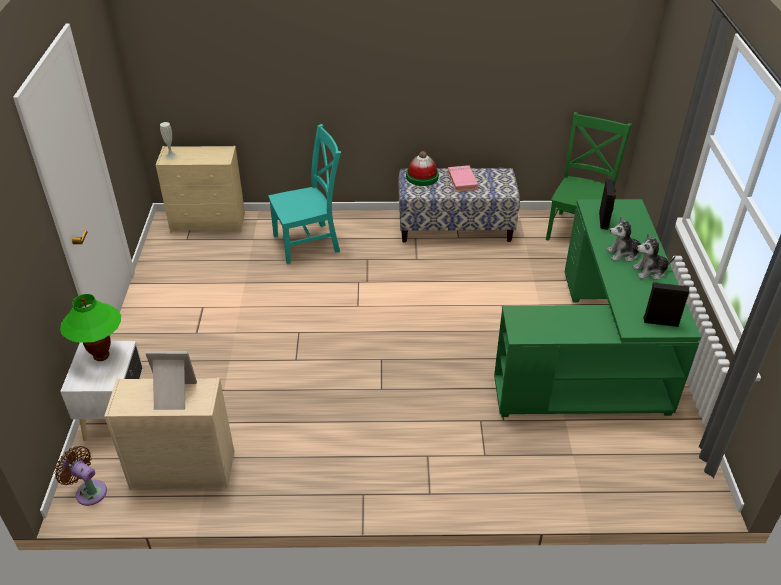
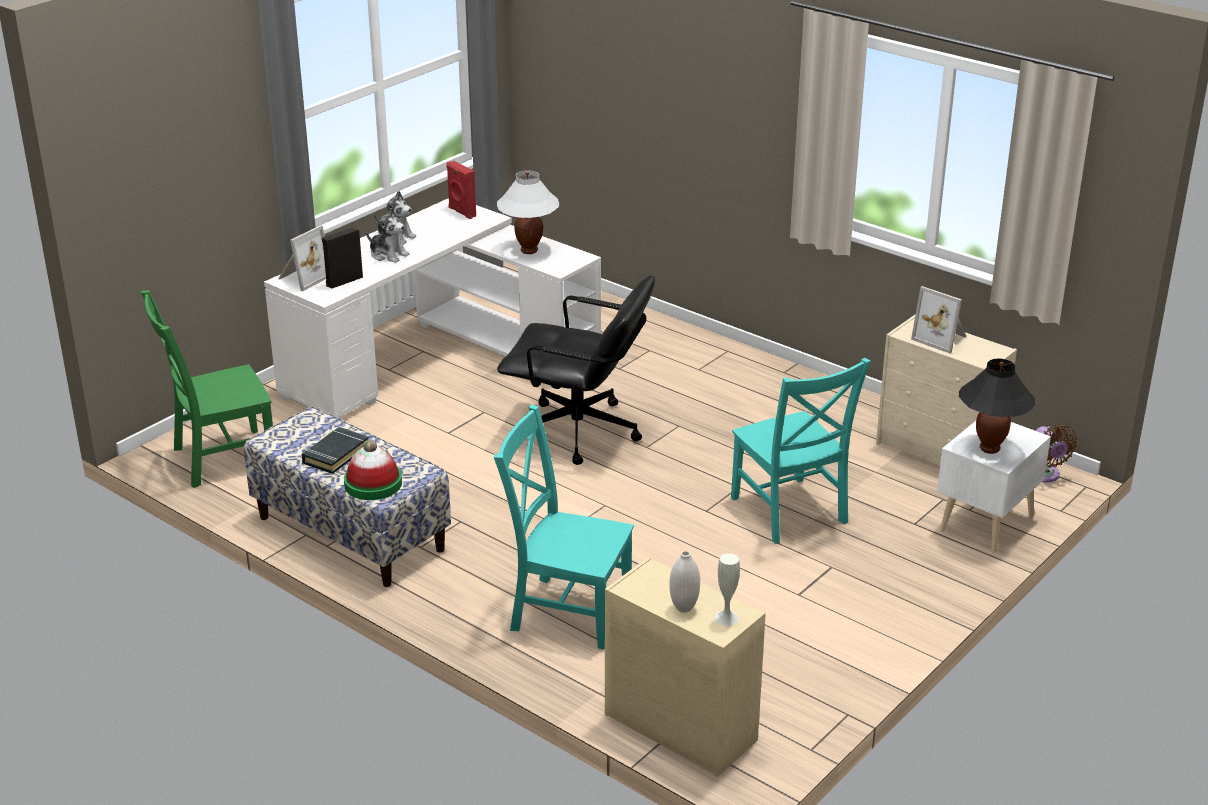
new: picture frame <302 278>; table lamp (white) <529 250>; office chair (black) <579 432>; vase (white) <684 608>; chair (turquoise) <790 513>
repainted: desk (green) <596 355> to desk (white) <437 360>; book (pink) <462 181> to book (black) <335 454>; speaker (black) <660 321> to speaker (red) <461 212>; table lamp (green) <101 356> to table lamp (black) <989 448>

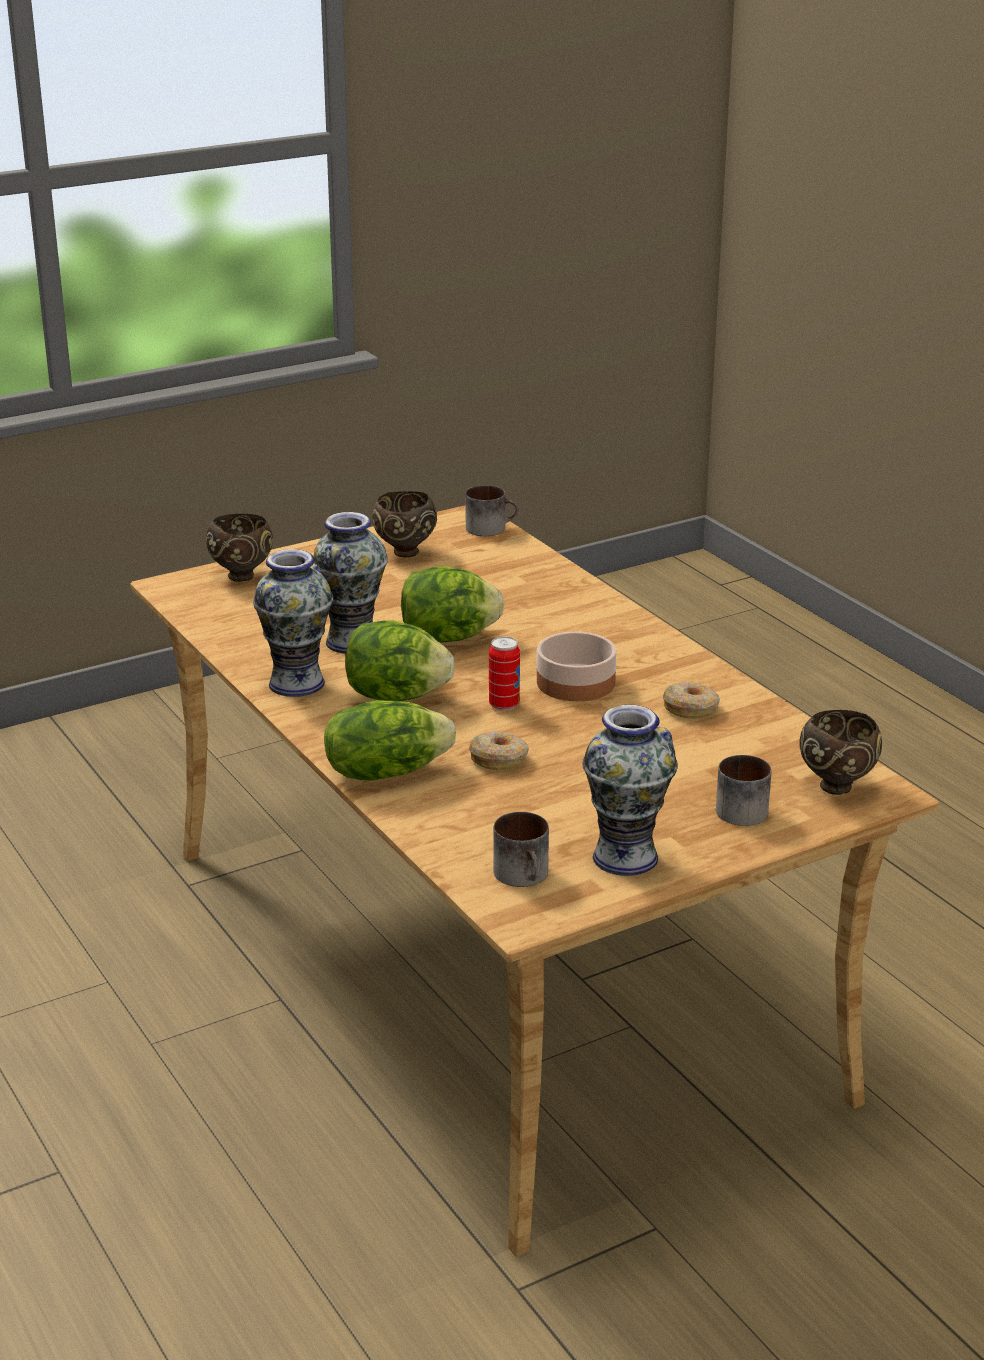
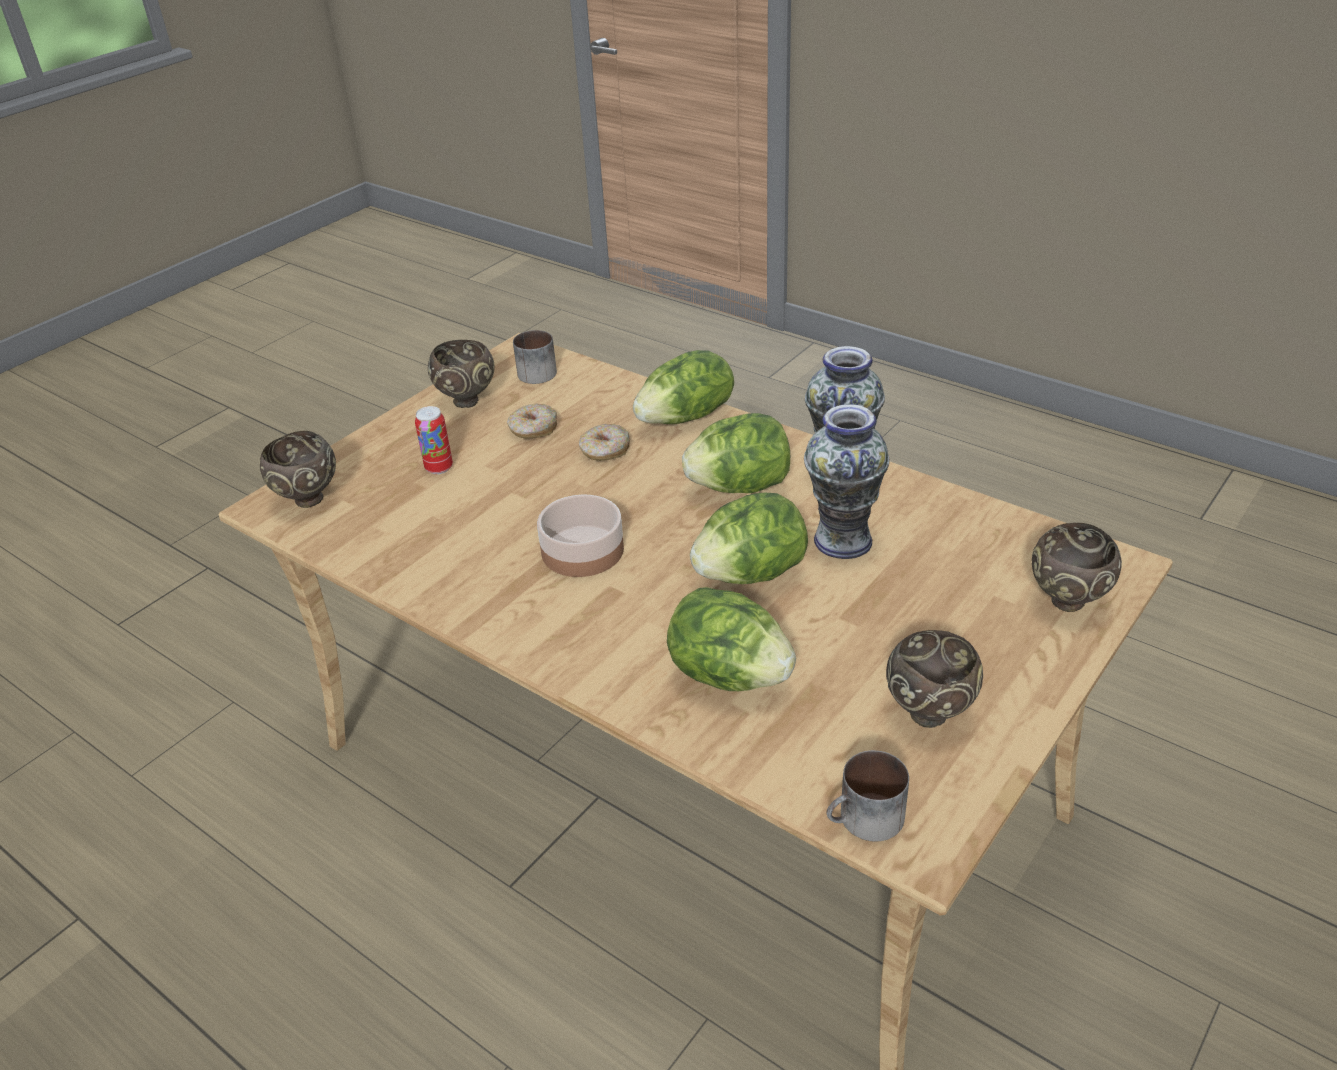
gone: mug <737 808>
new: lettuce <729 675>
shifted: can <504 705> to <439 468>; donut <691 708> to <533 429>
swapped: vase <625 857> to bowl (brown) <468 401>

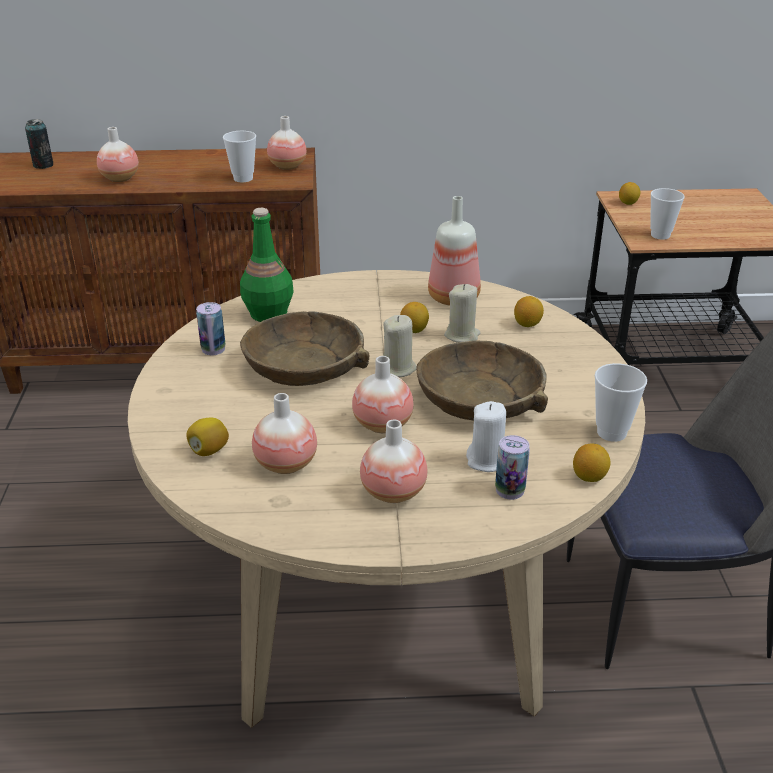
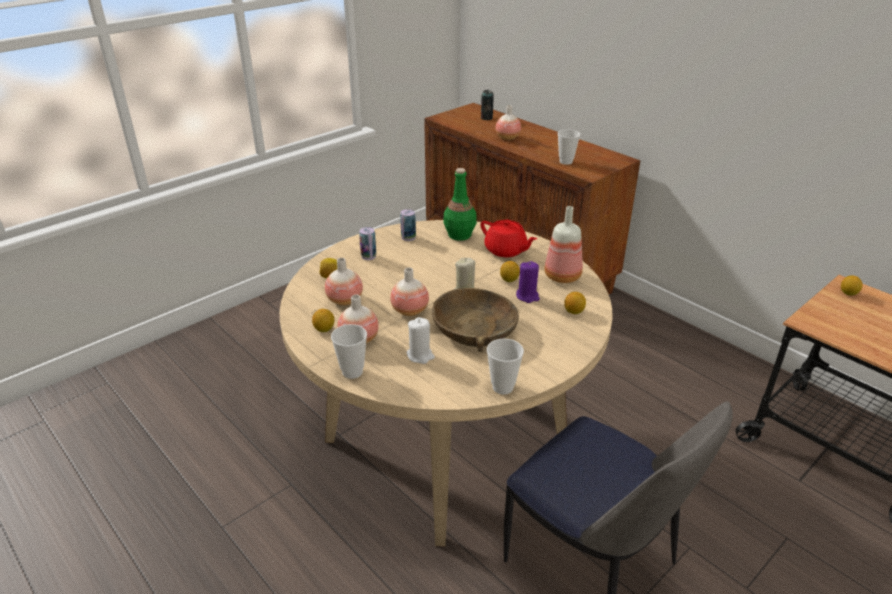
gone: bowl (brown) <305 365>; vase <287 166>
new: teapot (red) <506 250>
shifted: lemon <589 477> to <324 329>; cup <660 235> to <352 372>; can <510 490> to <368 256>
repainted: candle (beige) <462 335> to candle (purple) <527 296>

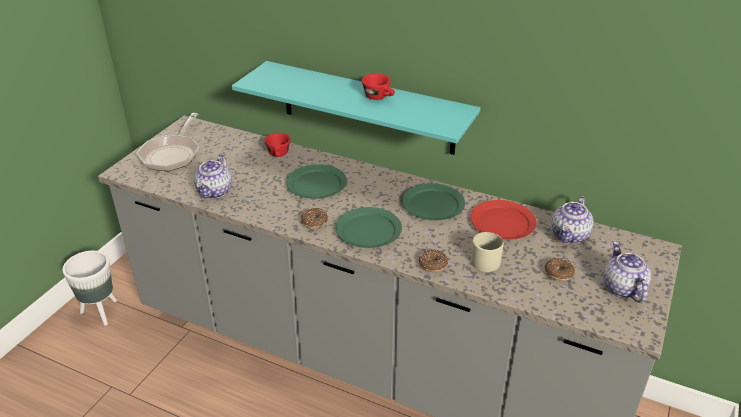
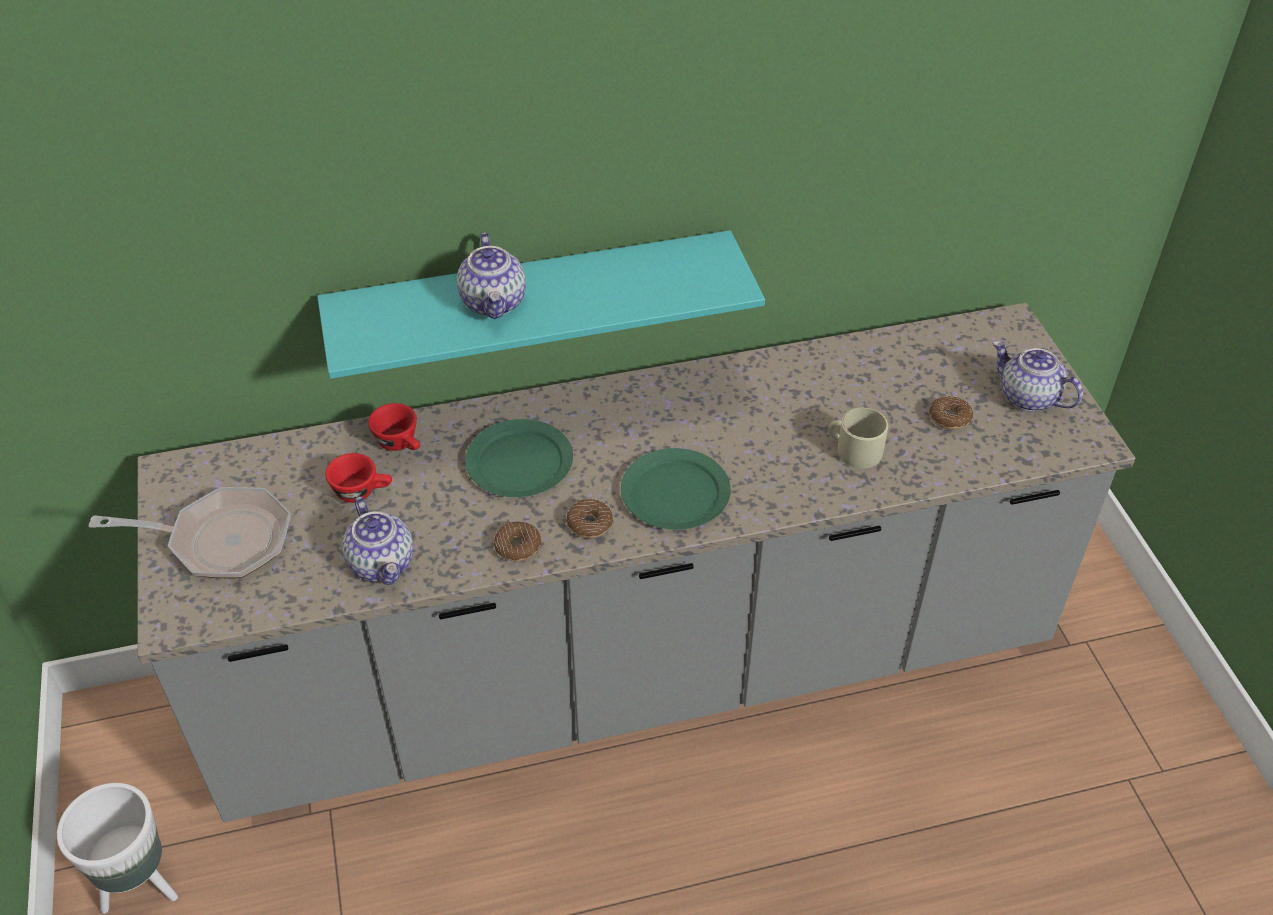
gone: plate (green) <432 205>; plate (red) <503 222>
shifted: cup (red) <379 97> to <362 491>; teapot <570 235> to <494 302>; donut <433 264> to <518 546>
rotated: frying pan <172 154> = <221 541> 60 degrees counterclockwise

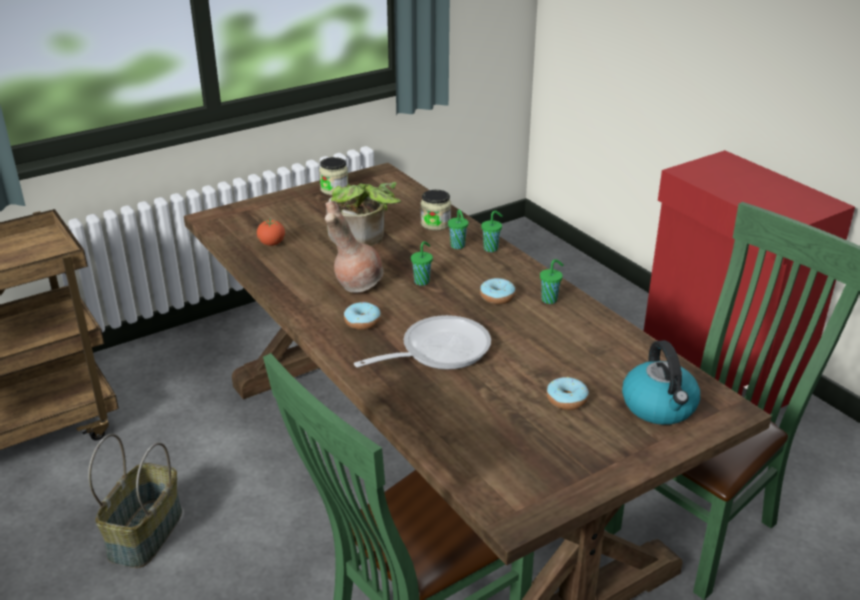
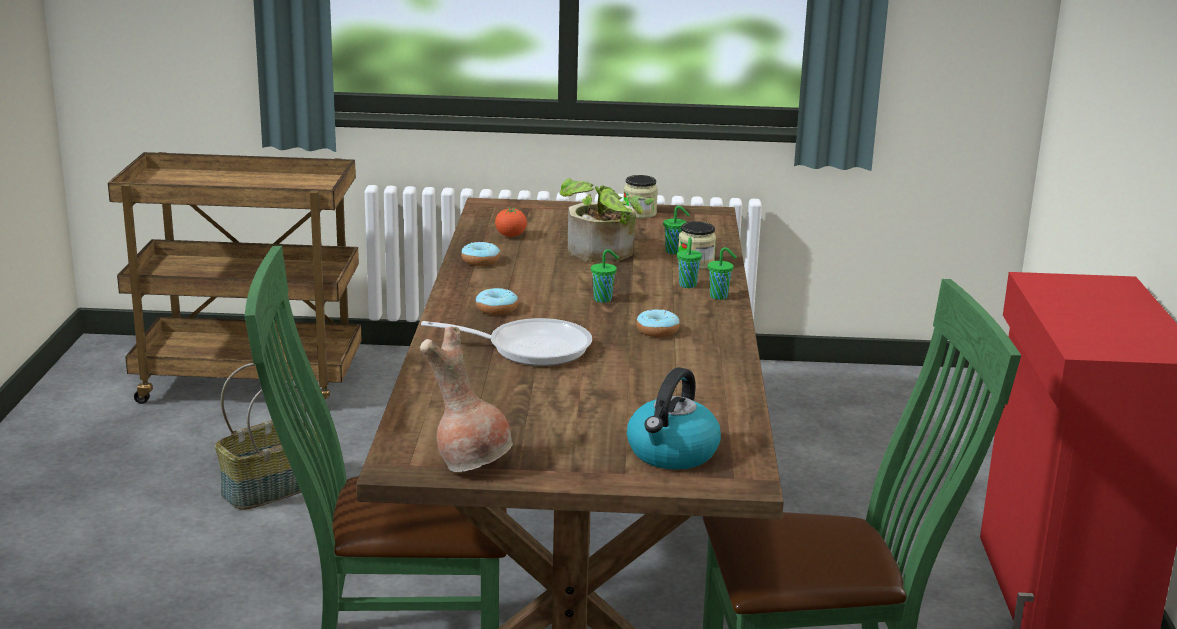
shifted: vase (brown) <357 284> to <471 463>; donut <566 400> to <480 261>; cup (green) <550 300> to <674 252>

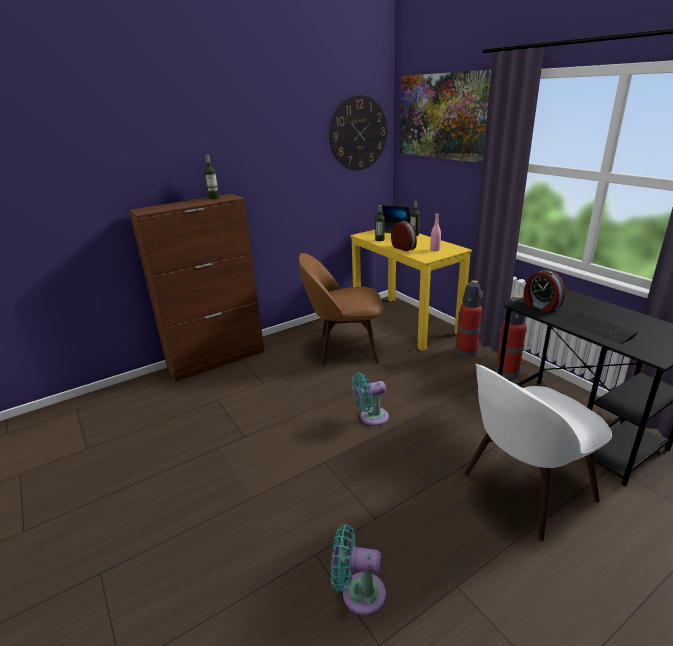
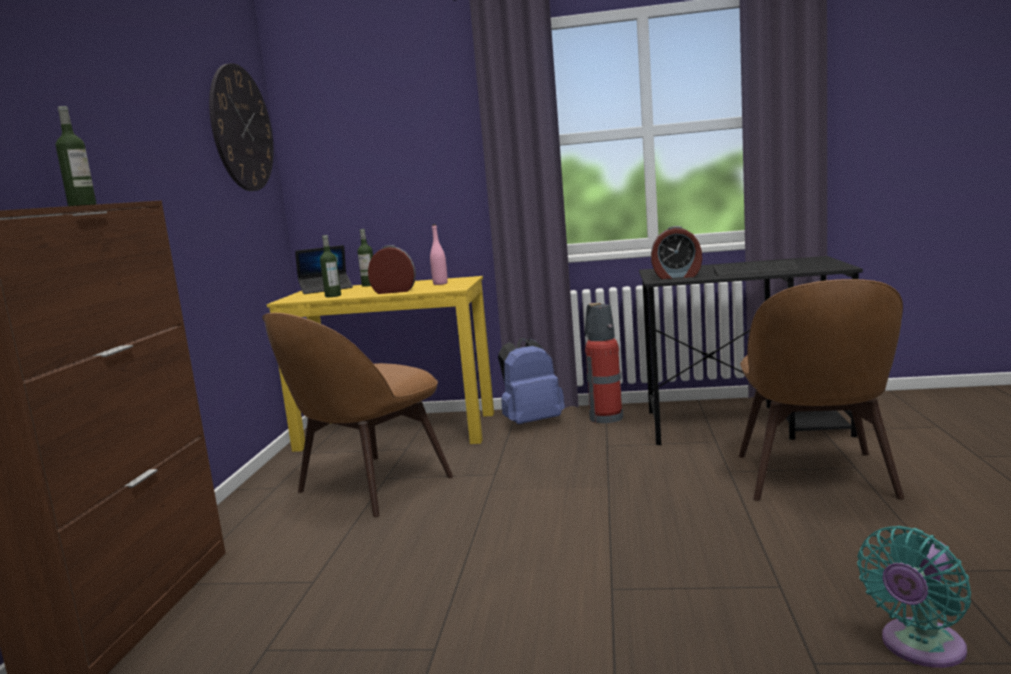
gone: fan (turquoise) <371 417>; picture <441 116>
swapped: fire extinguisher <467 351> to backpack (blue) <531 422>
repainted: chair (white) <524 489> to chair (brown) <815 478>

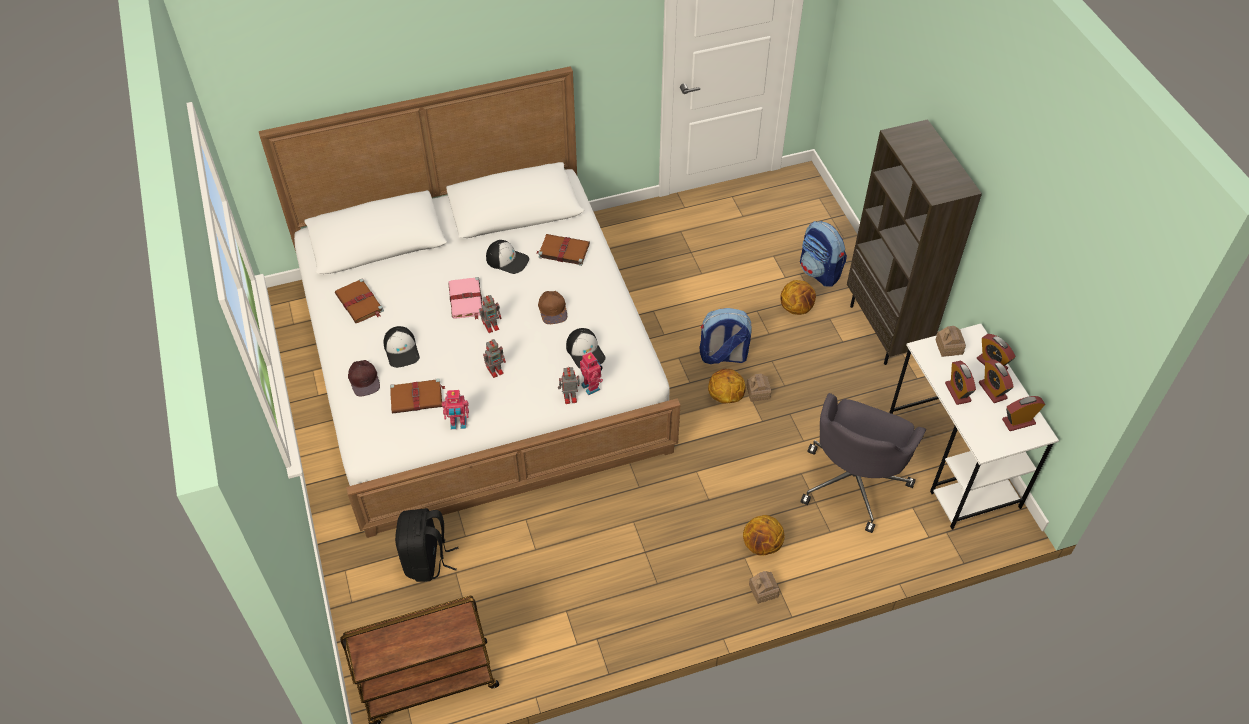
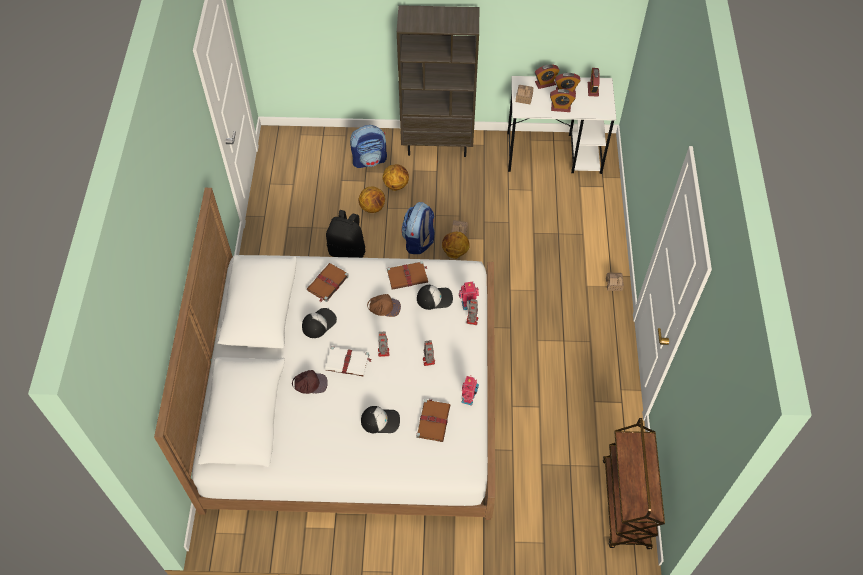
gone: office chair (grey) <854 481>
shifted: cap (brown) <364 379> to <310 383>; backpack (black) <427 560> to <348 251>; basketball <762 545> to <373 207>; book (brown) <360 303> to <408 276>
repainted: book (pink) <466 300> to book (white) <348 362>

